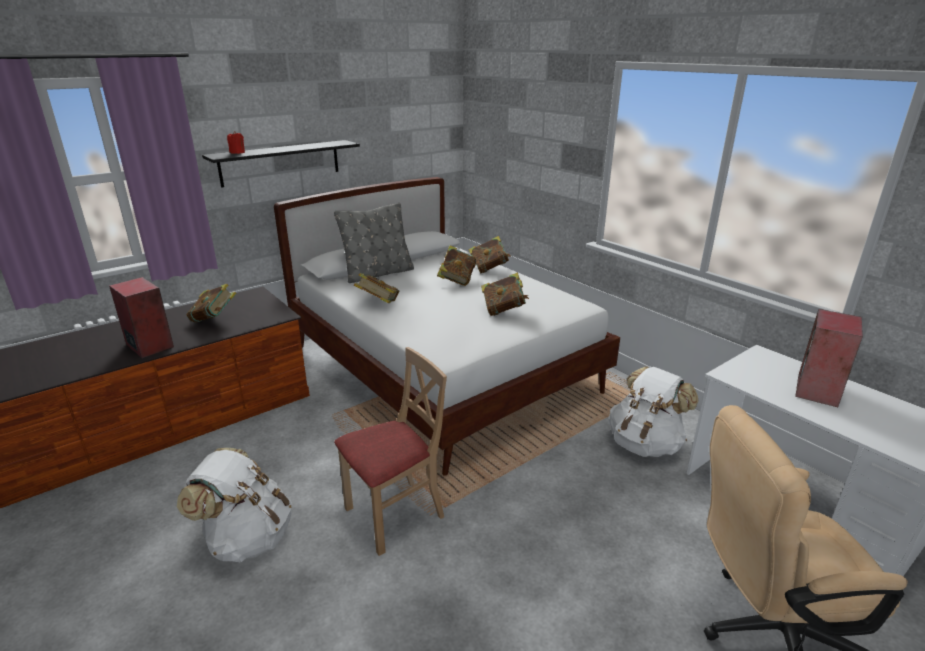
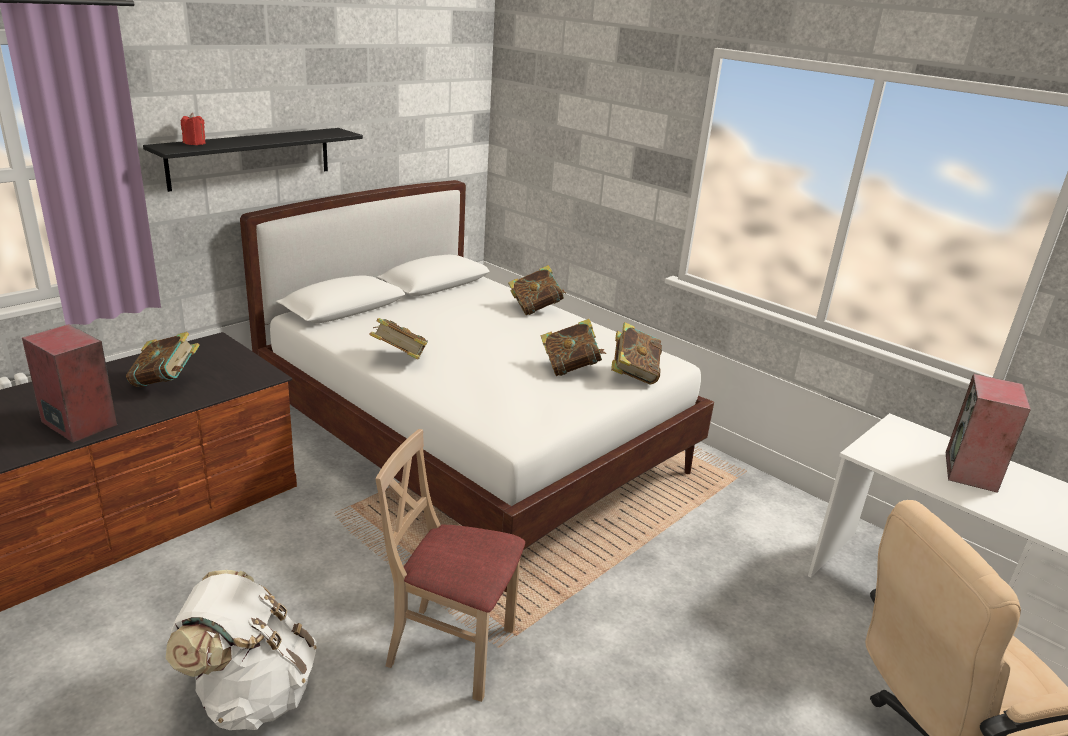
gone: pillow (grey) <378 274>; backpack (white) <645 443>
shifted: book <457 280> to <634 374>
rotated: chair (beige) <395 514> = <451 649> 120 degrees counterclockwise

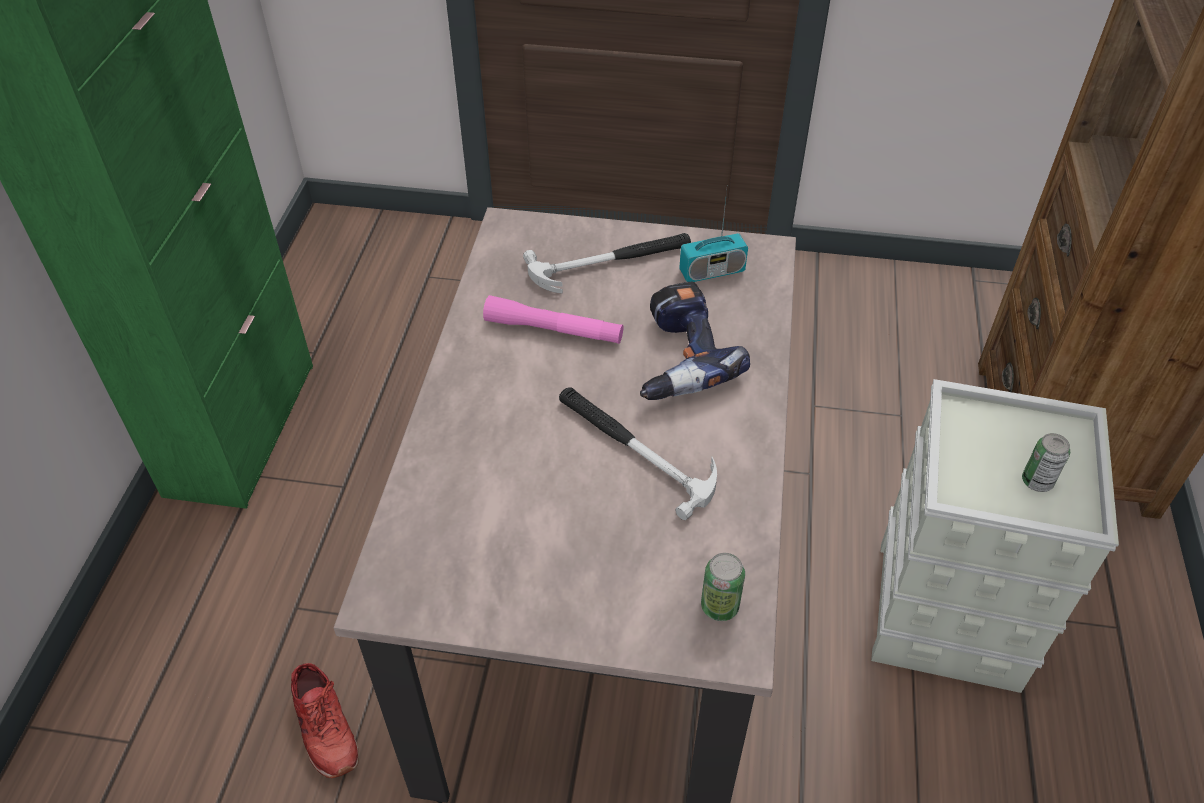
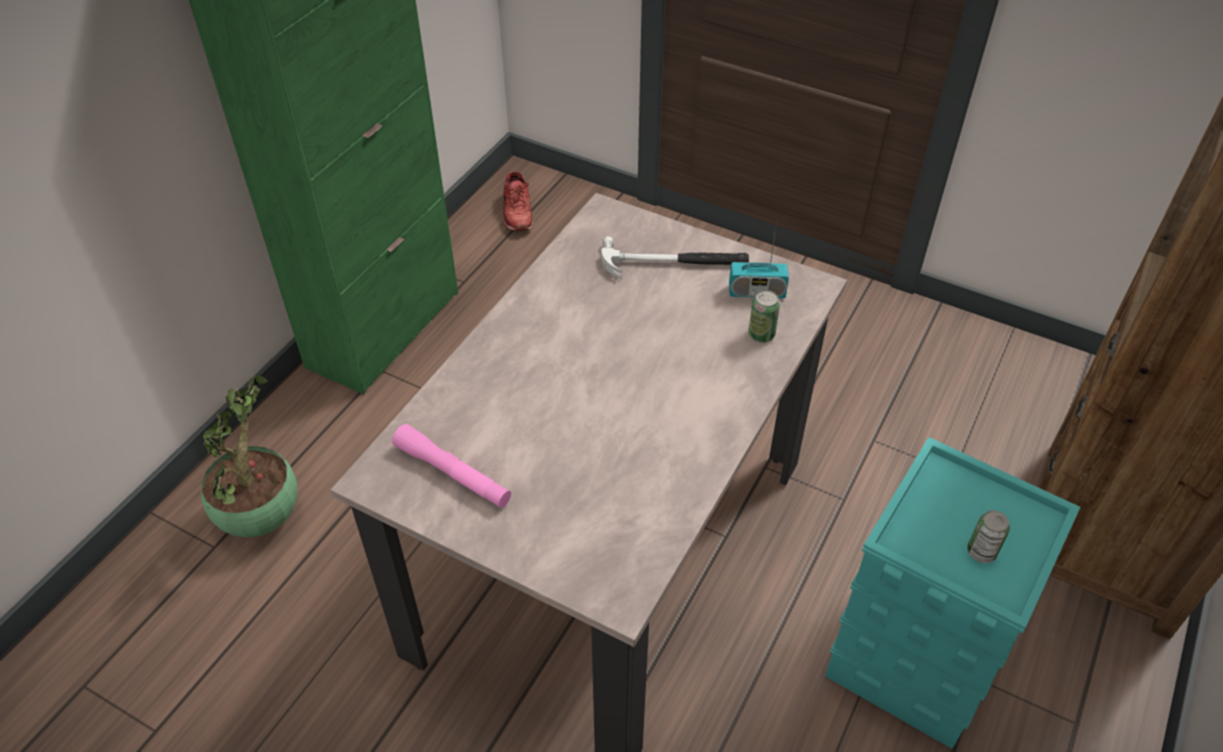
gone: hammer <634 448>; power drill <676 358>
new: potted plant <262 515>
shifted: flashlight (pink) <553 330> to <453 474>; shoe (red) <324 727> to <517 212>; can <719 606> to <761 335>
repainted: storage box (grey) <949 616> to storage box (turquoise) <915 661>

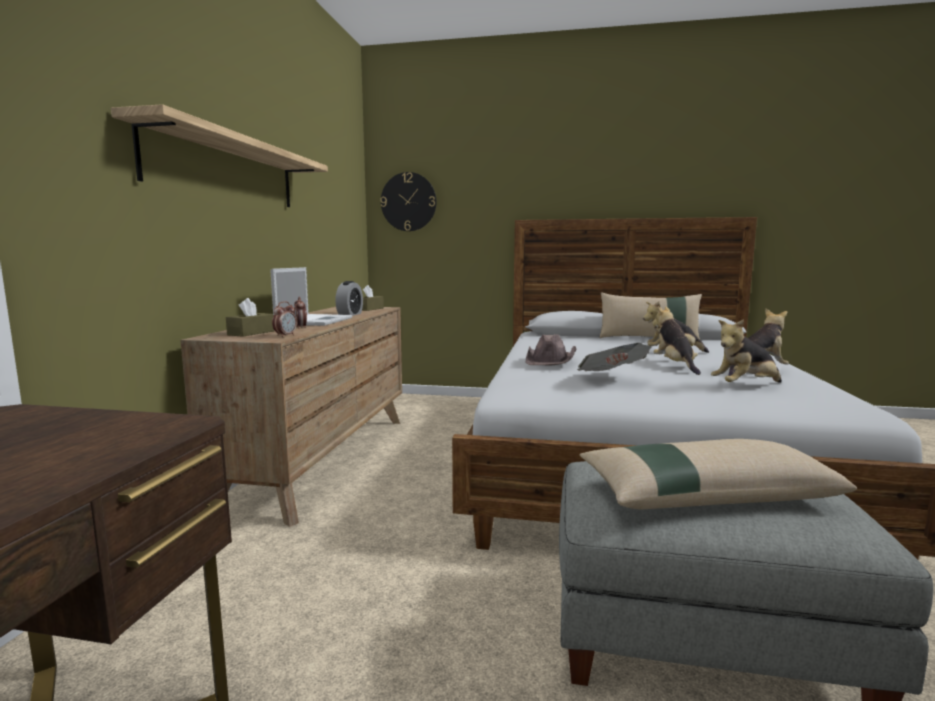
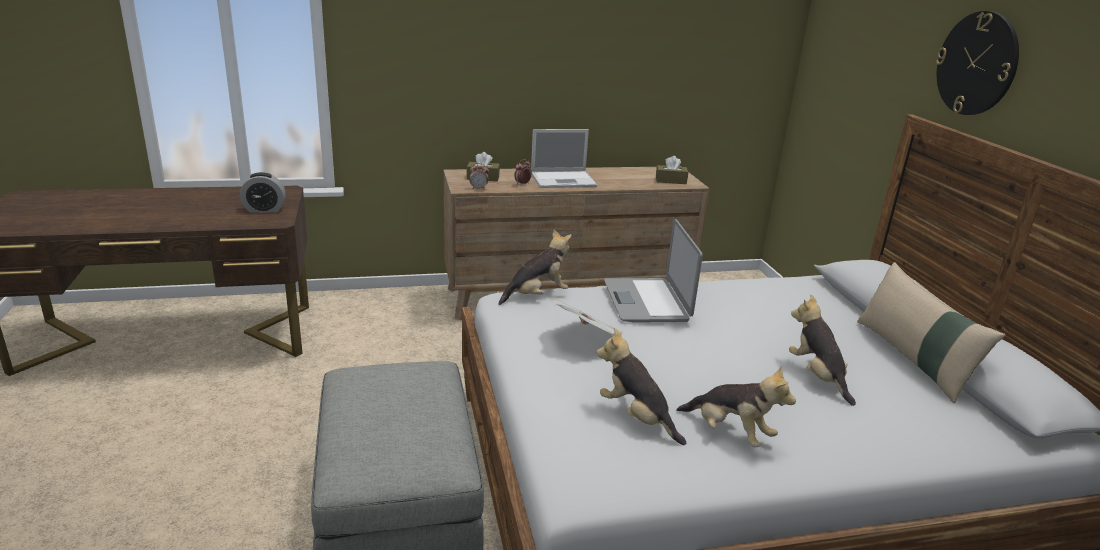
gone: shelf <227 170>; pillow (beige) <704 493>
shifted: alarm clock <350 314> to <264 209>; plush toy <674 366> to <537 295>; wall clock <408 202> to <977 64>
swapped: hat (brown) <550 360> to laptop <647 301>

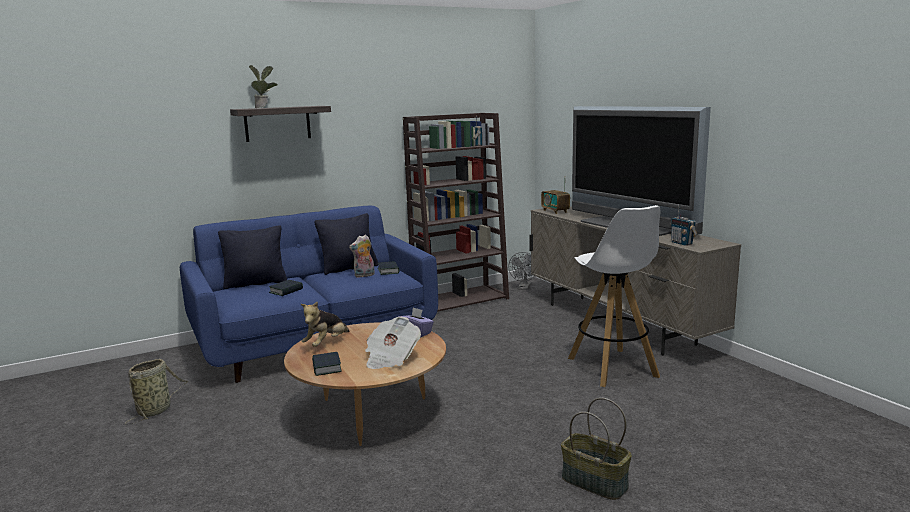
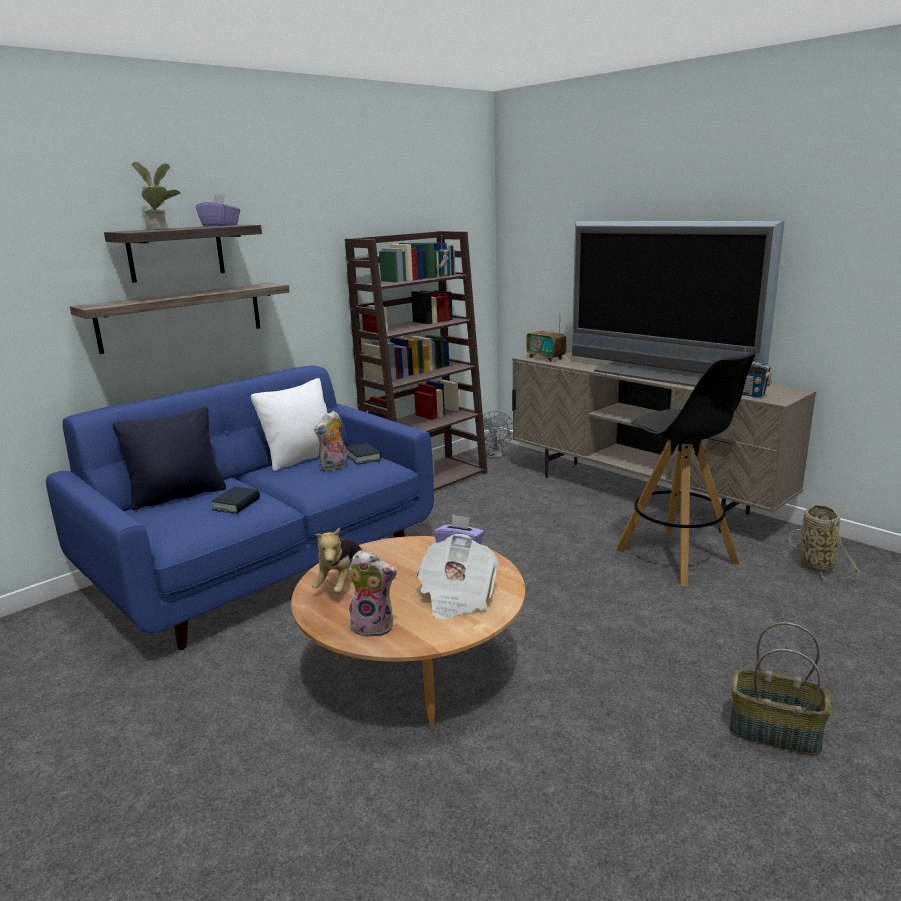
new: shelf <181 316>; tissue box (purple) <220 225>
shifted: basket <156 410> to <815 564>
swapped: book <326 367> to plush toy <374 626>
repainted: pillow (black) <349 268> to pillow (white) <302 458>; stool (white) <612 367> to stool (black) <677 557>

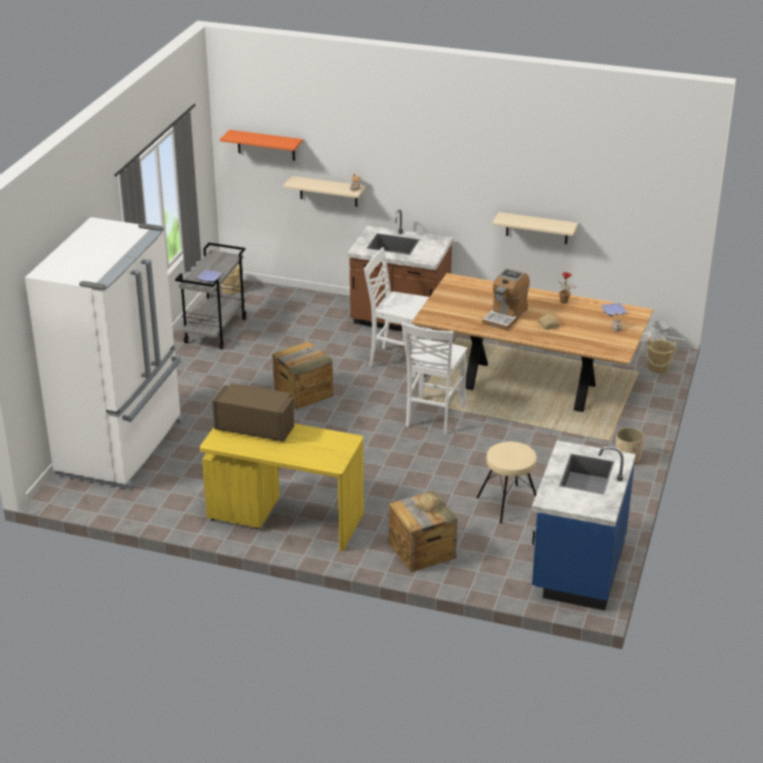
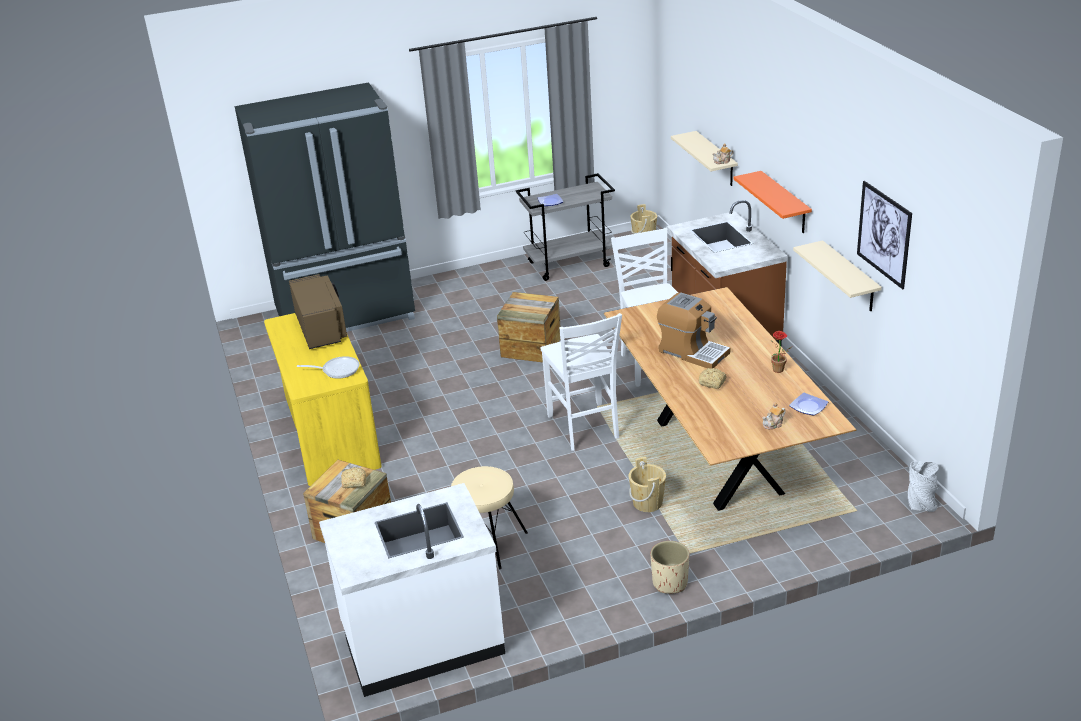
new: frying pan <337 370>; picture <884 234>
shifted: bucket (beige) <658 367> to <647 503>; shelf (orange) <266 145> to <785 203>
repainted: fridge (white) <123 447> to fridge (black) <346 315>; counter (blue) <576 567> to counter (white) <422 641>
rotated: chair (white) <433 416> = <584 428> 90 degrees counterclockwise; coffee machine <505 316> = <692 352> 135 degrees counterclockwise

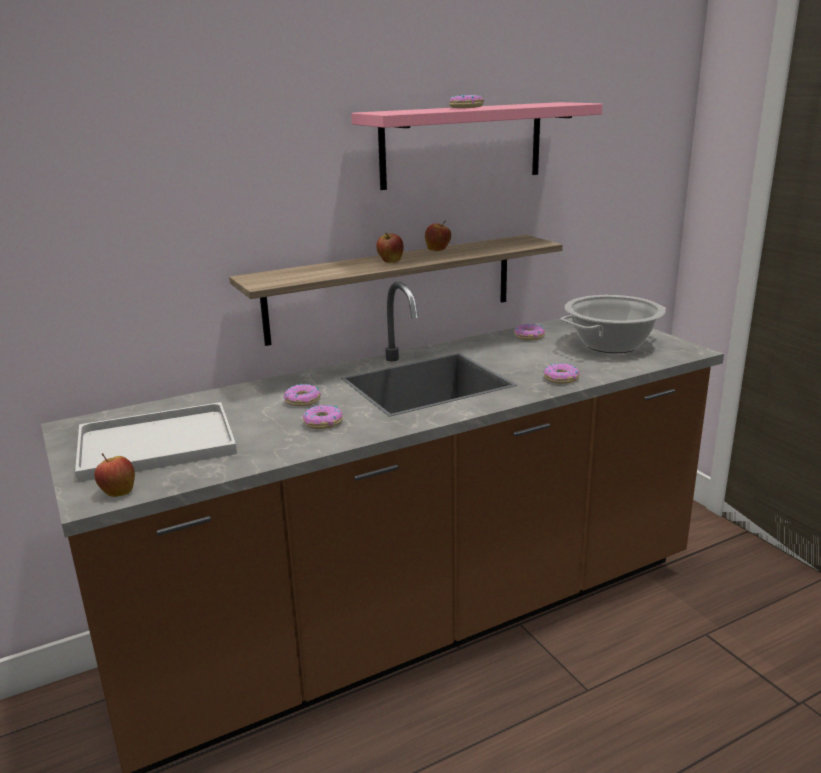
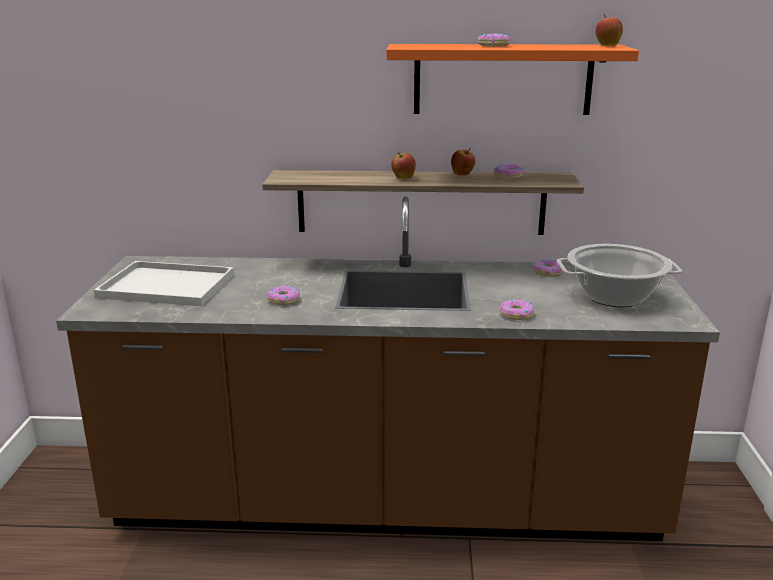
shifted: donut <303 401> to <509 176>; apple <118 492> to <607 45>
repainted: shelf (pink) <462 145> to shelf (orange) <502 79>

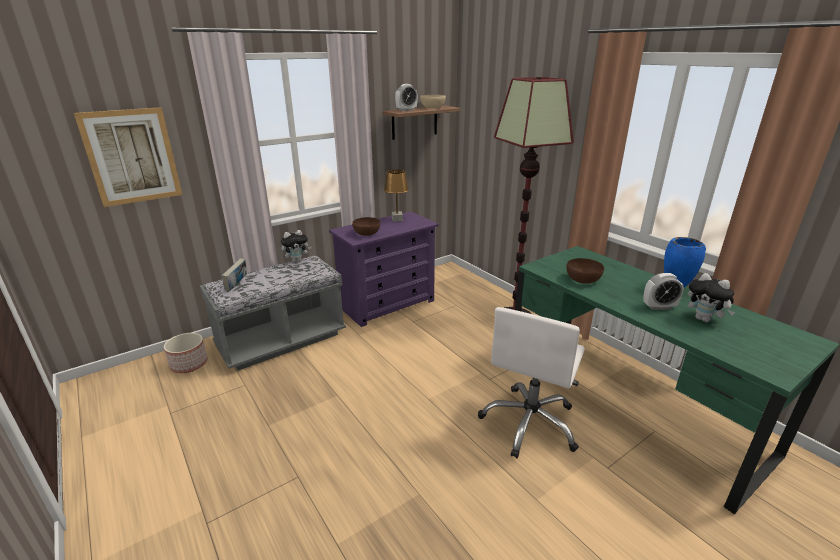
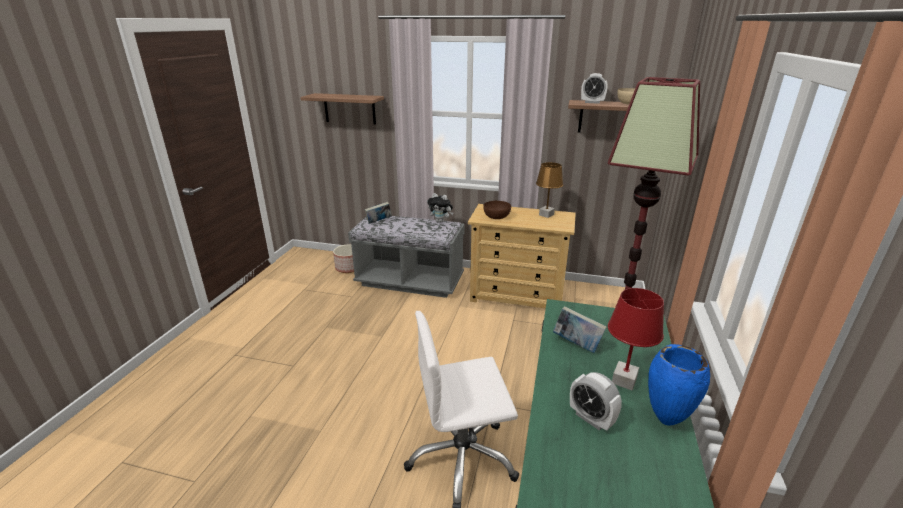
gone: plush toy <704 319>
new: table lamp (red) <624 380>
swapped: picture <132 157> to shelf <349 109>; bowl (brown) <583 280> to book <576 344>
repainted: dresser (purple) <387 304> to dresser (beige) <517 295>

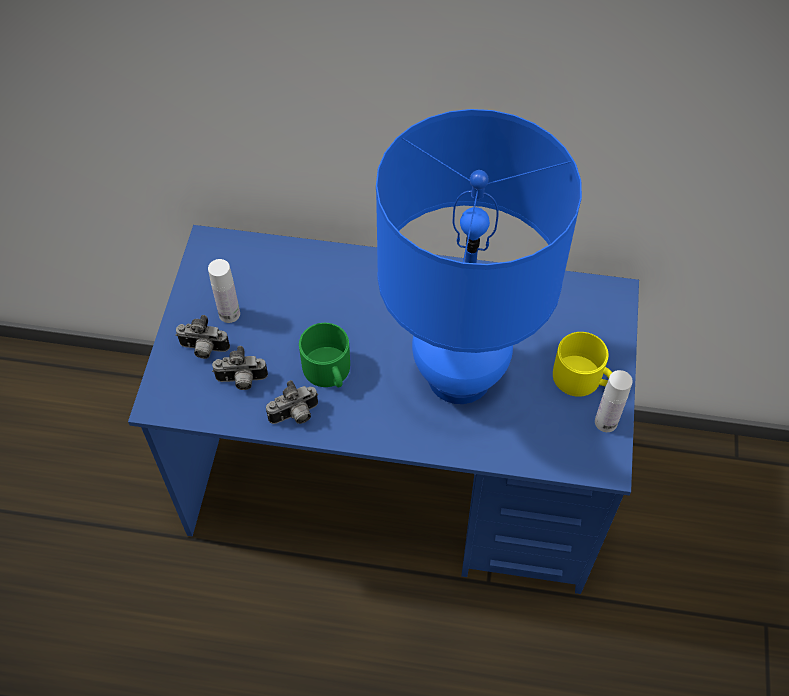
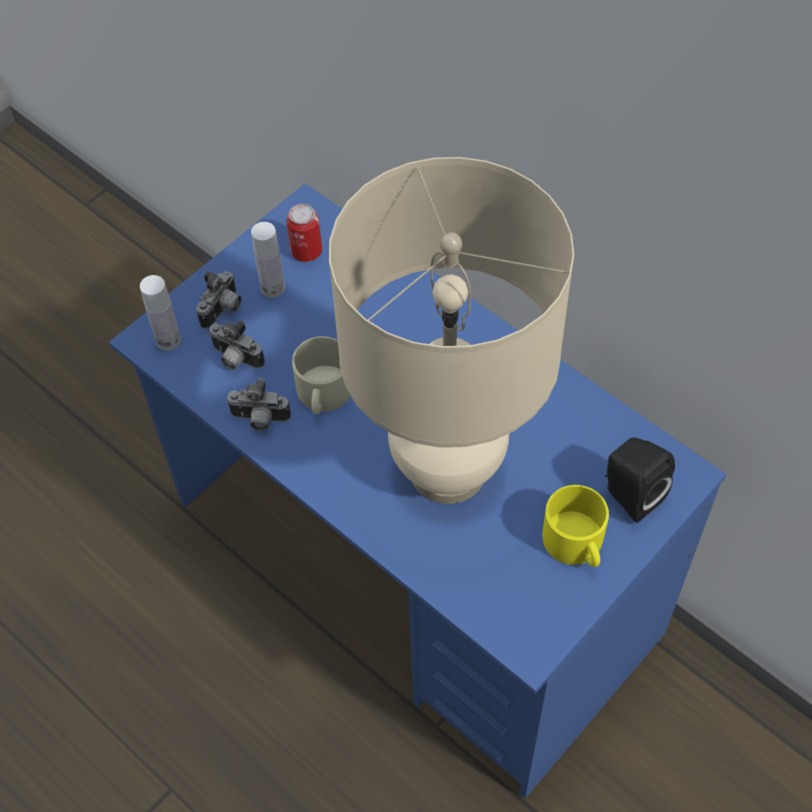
new: can <306 251>; speaker (black) <629 495>
shifted: bottle (white) <606 422> to <168 340>
repainted: mug (green) <329 372> to mug (beige) <323 395>; table lamp (blue) <458 376> to table lamp (beige) <447 469>
rotated: photo camera <203 350> = <223 310> 105 degrees counterclockwise

